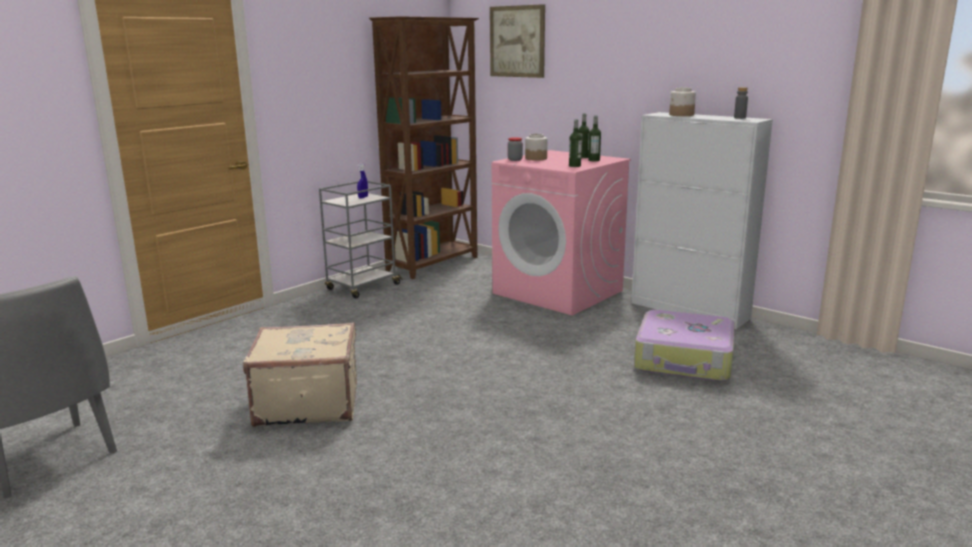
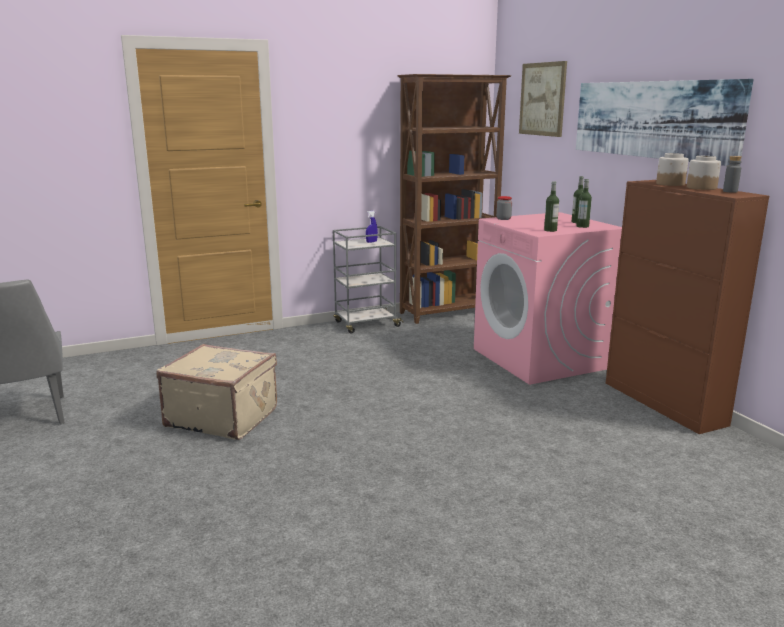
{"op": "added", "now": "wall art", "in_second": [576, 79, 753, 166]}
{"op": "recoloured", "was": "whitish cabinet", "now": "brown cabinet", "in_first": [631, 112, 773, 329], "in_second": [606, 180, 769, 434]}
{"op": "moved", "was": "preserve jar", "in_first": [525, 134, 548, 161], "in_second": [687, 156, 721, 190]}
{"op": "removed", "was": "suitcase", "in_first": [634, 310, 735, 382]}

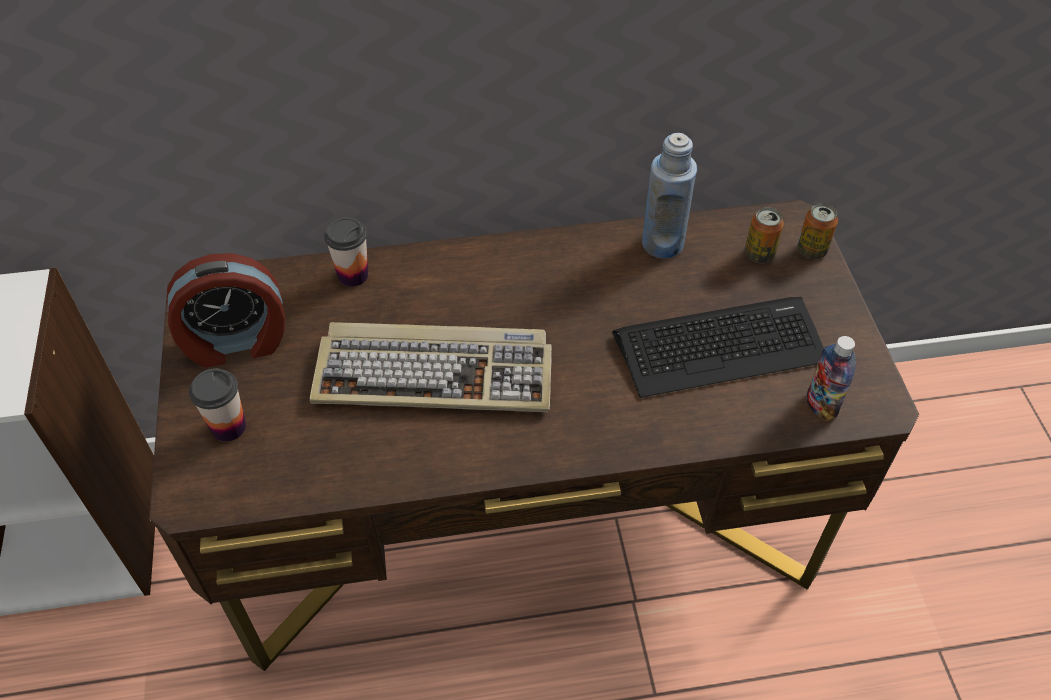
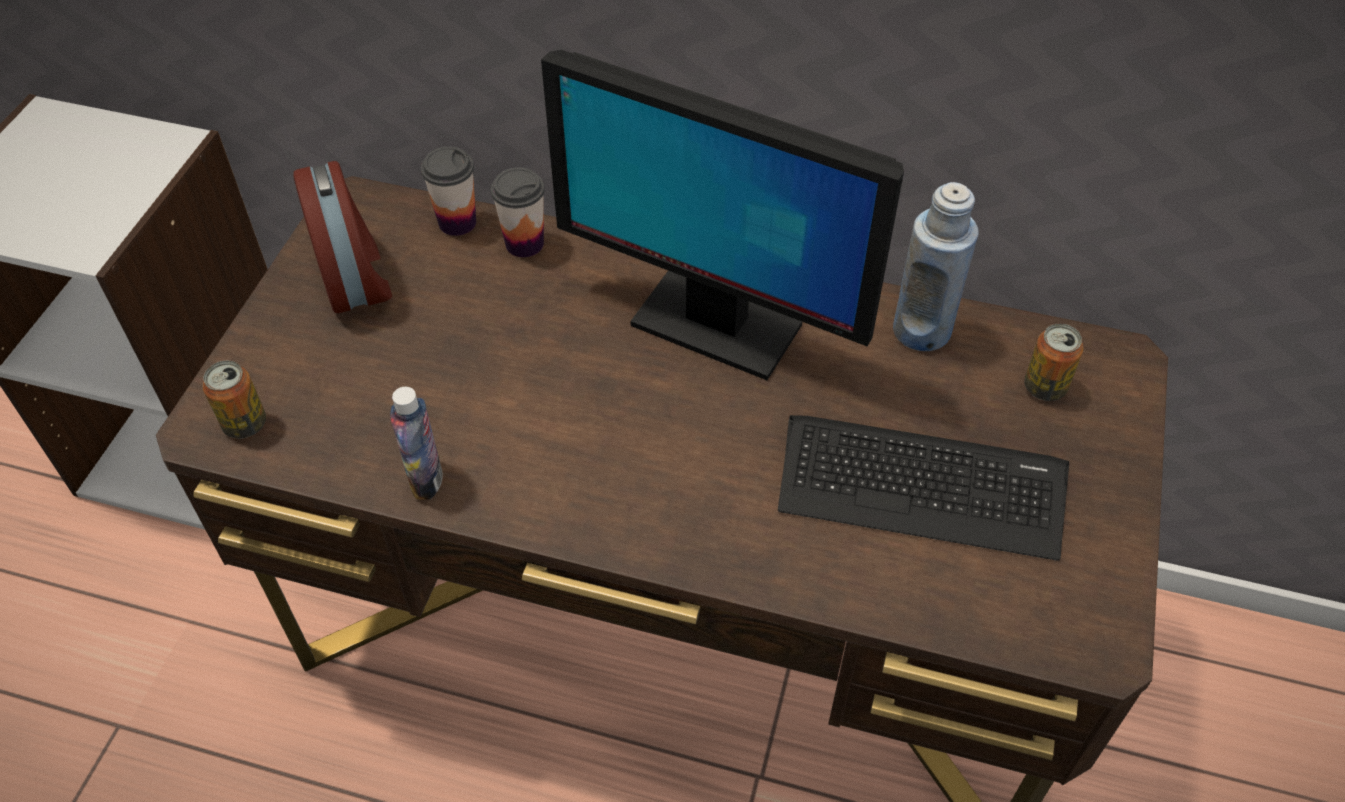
{"op": "moved", "was": "sealed can", "in_first": [797, 203, 838, 259], "in_second": [203, 361, 266, 439]}
{"op": "turned", "was": "bedside clock", "in_first": [167, 253, 285, 368], "in_second": [293, 161, 392, 313], "clockwise": -120}
{"op": "moved", "was": "drink bottle", "in_first": [806, 336, 856, 421], "in_second": [390, 387, 443, 499]}
{"op": "moved", "was": "small cup", "in_first": [189, 368, 246, 442], "in_second": [421, 146, 476, 236]}
{"op": "added", "now": "computer screen", "in_second": [541, 50, 904, 380]}
{"op": "removed", "was": "keyboard", "in_first": [310, 322, 552, 412]}

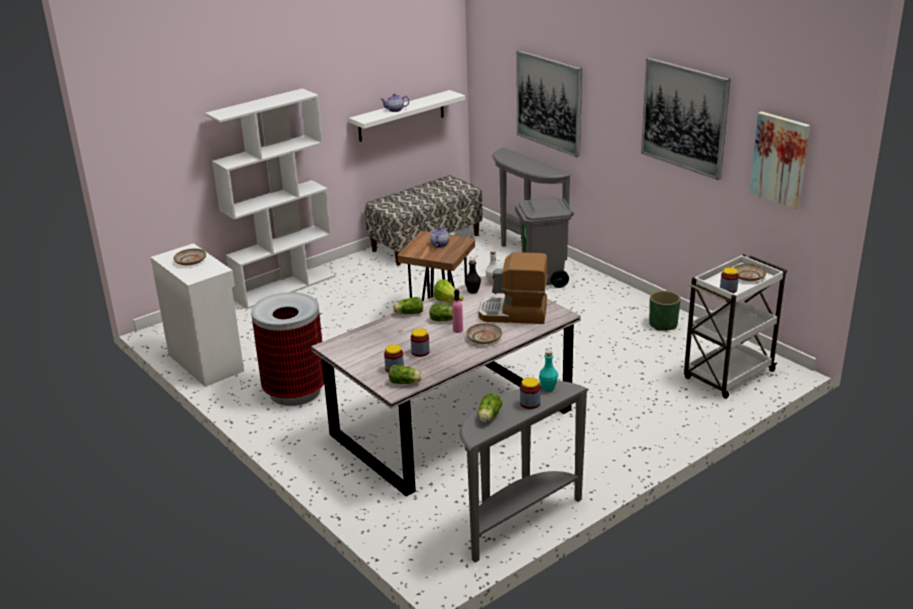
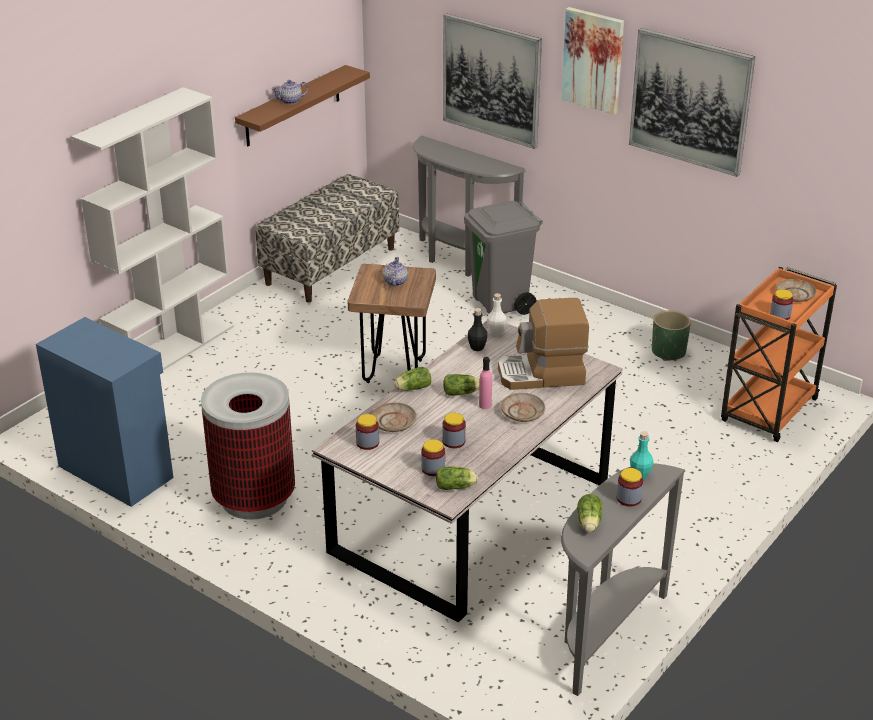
{"op": "recoloured", "was": "whitish cabinet", "now": "blue cabinet", "in_first": [151, 243, 244, 387], "in_second": [36, 317, 173, 507]}
{"op": "recoloured", "was": "whitish shelf", "now": "brown shelf", "in_first": [349, 90, 465, 142], "in_second": [235, 65, 370, 146]}
{"op": "added", "now": "preserve jar", "in_second": [356, 414, 379, 450]}
{"op": "moved", "was": "sand-coloured flat dish", "in_first": [174, 248, 206, 265], "in_second": [372, 402, 417, 432]}
{"op": "moved", "was": "wall art", "in_first": [749, 111, 810, 209], "in_second": [561, 7, 624, 115]}
{"op": "recoloured", "was": "whitish cart", "now": "orange-coloured cart", "in_first": [684, 254, 787, 399], "in_second": [721, 267, 837, 442]}
{"op": "removed", "was": "lettuce head", "in_first": [434, 279, 463, 303]}

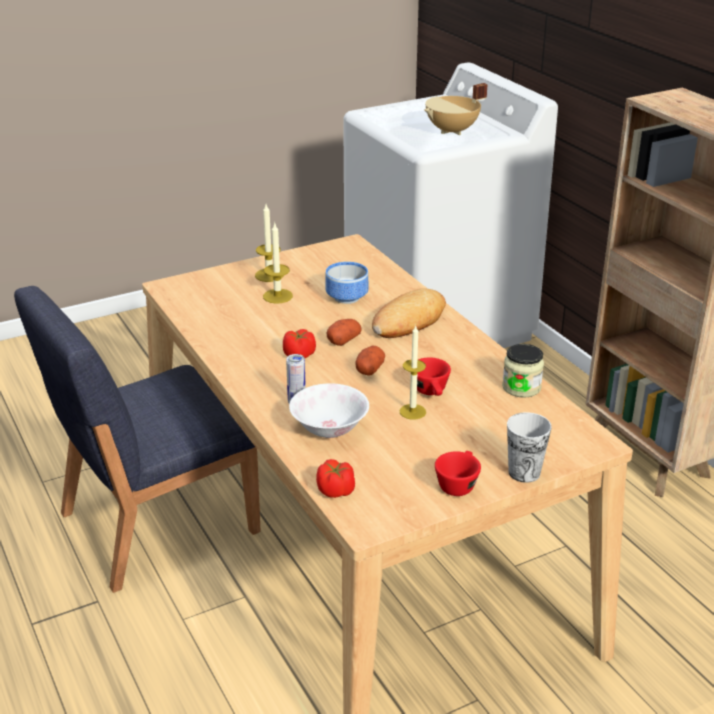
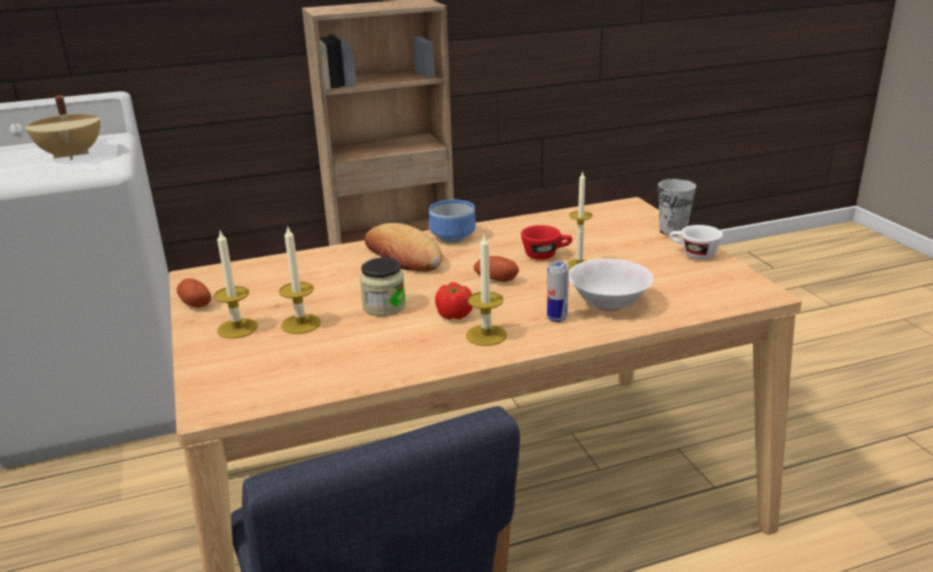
{"op": "moved", "was": "spud", "in_first": [327, 319, 362, 346], "in_second": [177, 278, 211, 308]}
{"op": "moved", "was": "preserve jar", "in_first": [502, 344, 544, 398], "in_second": [360, 258, 406, 316]}
{"op": "moved", "was": "serving bowl", "in_first": [325, 262, 369, 304], "in_second": [429, 200, 476, 243]}
{"op": "added", "now": "candle", "in_second": [466, 235, 507, 346]}
{"op": "recoloured", "was": "red small cup", "now": "whitish small cup", "in_first": [435, 451, 481, 496], "in_second": [669, 225, 723, 260]}
{"op": "removed", "was": "whole tomato", "in_first": [316, 459, 355, 498]}

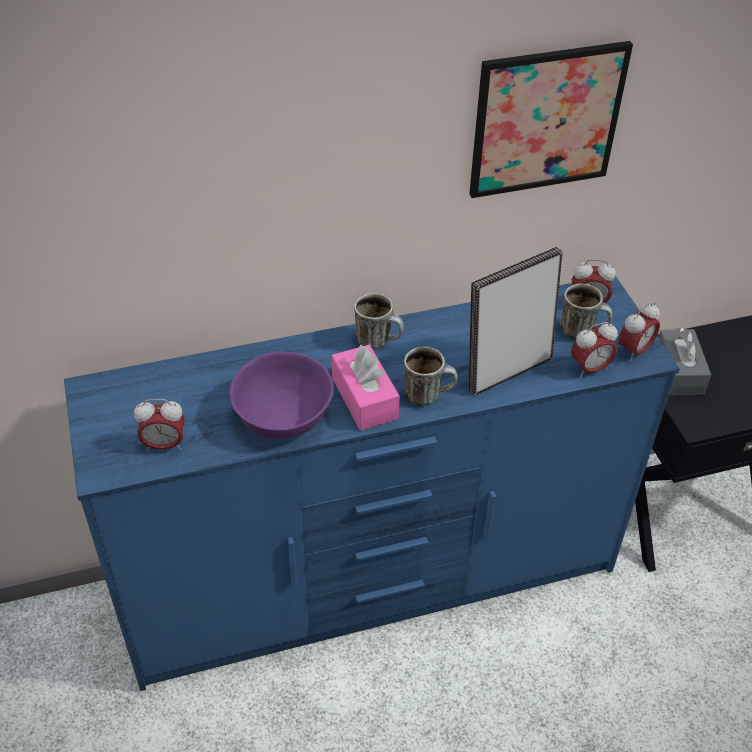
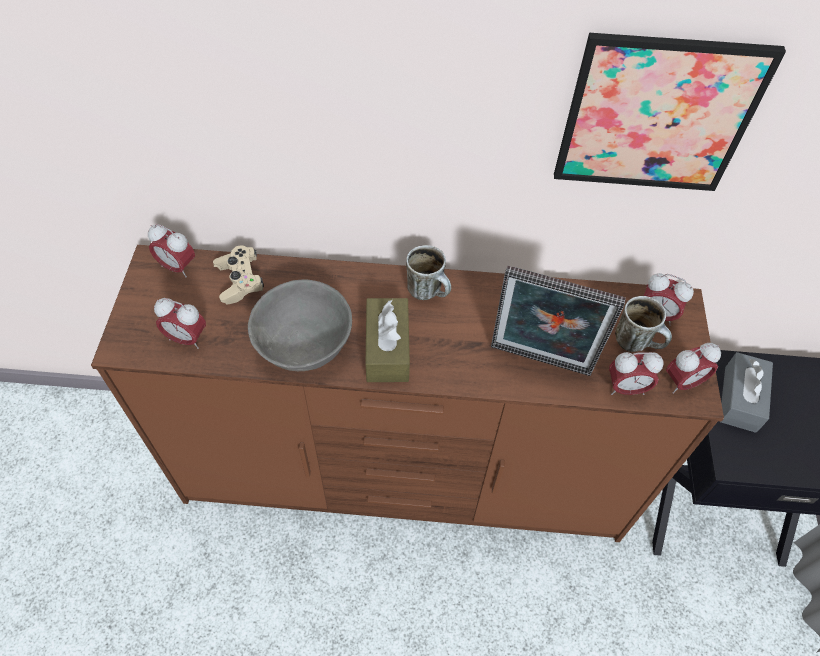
{"op": "recoloured", "was": "blue chest of drawers", "now": "brown chest of drawers", "in_first": [64, 276, 680, 691], "in_second": [91, 245, 724, 542]}
{"op": "added", "now": "bedside clock", "in_second": [148, 224, 195, 277]}
{"op": "added", "now": "sand-coloured joypad", "in_second": [213, 246, 264, 305]}
{"op": "recoloured", "was": "purple-coloured serving bowl", "now": "gray serving bowl", "in_first": [229, 351, 334, 439], "in_second": [248, 279, 352, 371]}
{"op": "recoloured", "was": "pink box of tissues", "now": "brown box of tissues", "in_first": [332, 345, 400, 430], "in_second": [366, 298, 410, 382]}
{"op": "turned", "was": "standing frame", "in_first": [468, 247, 563, 396], "in_second": [491, 266, 626, 376], "clockwise": -150}
{"op": "removed", "was": "mug", "in_first": [404, 346, 458, 406]}

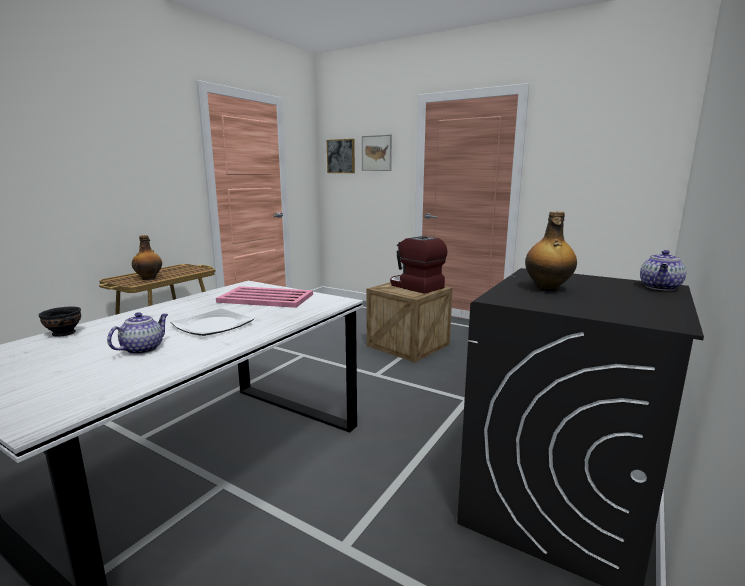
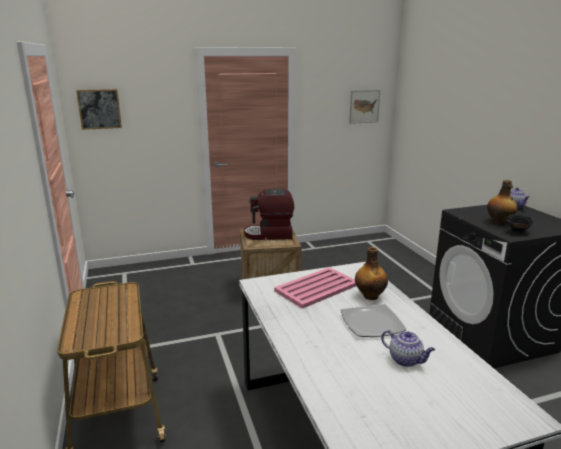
{"op": "moved", "was": "wall art", "in_first": [362, 135, 392, 171], "in_second": [349, 90, 380, 124]}
{"op": "moved", "was": "drink bottle", "in_first": [132, 235, 162, 280], "in_second": [355, 247, 388, 300]}
{"op": "turned", "was": "teapot", "in_first": [107, 312, 168, 354], "in_second": [381, 330, 435, 367], "clockwise": 150}
{"op": "moved", "was": "blackish serving bowl", "in_first": [38, 306, 81, 337], "in_second": [505, 214, 534, 234]}

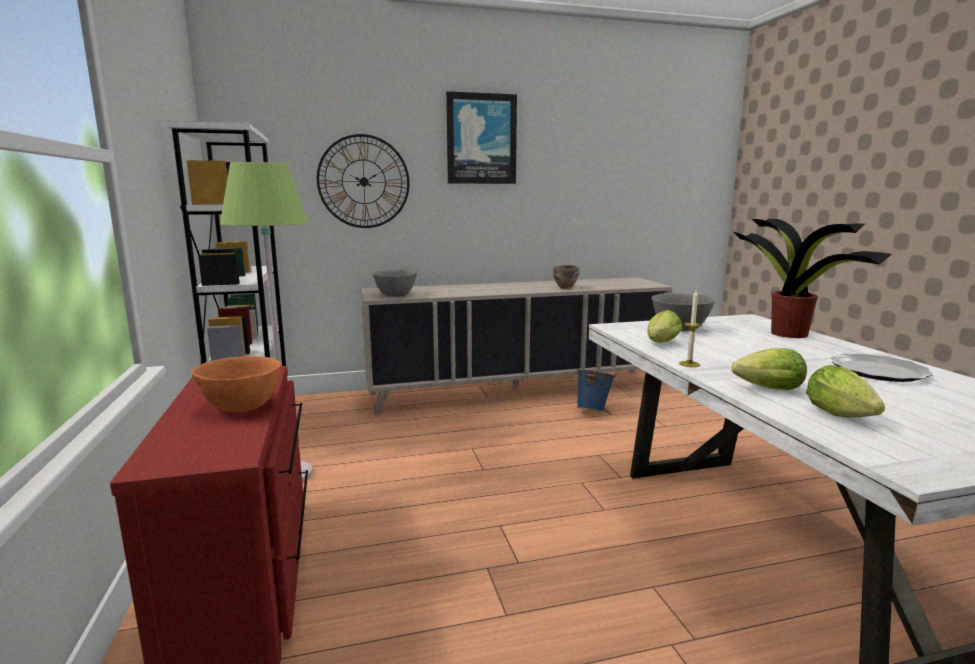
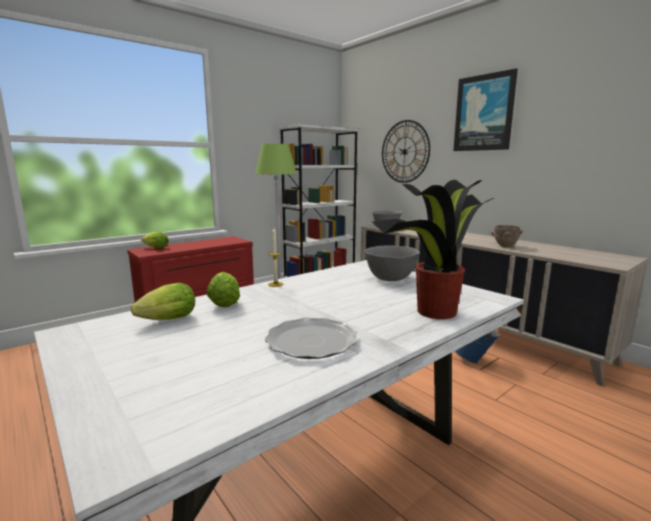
{"op": "moved", "was": "lettuce head", "in_first": [647, 310, 683, 343], "in_second": [141, 232, 169, 248]}
{"op": "removed", "was": "orange-coloured serving bowl", "in_first": [191, 356, 281, 412]}

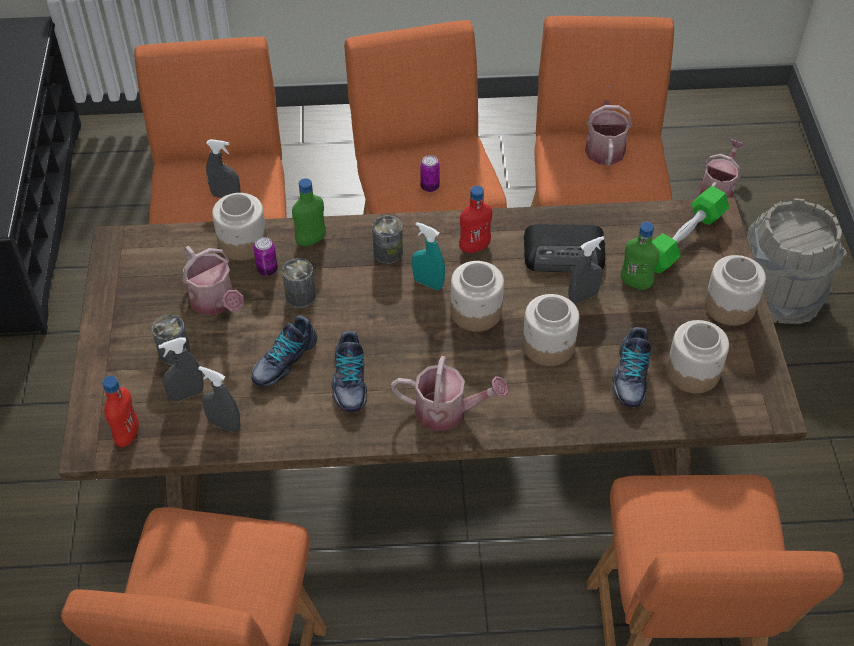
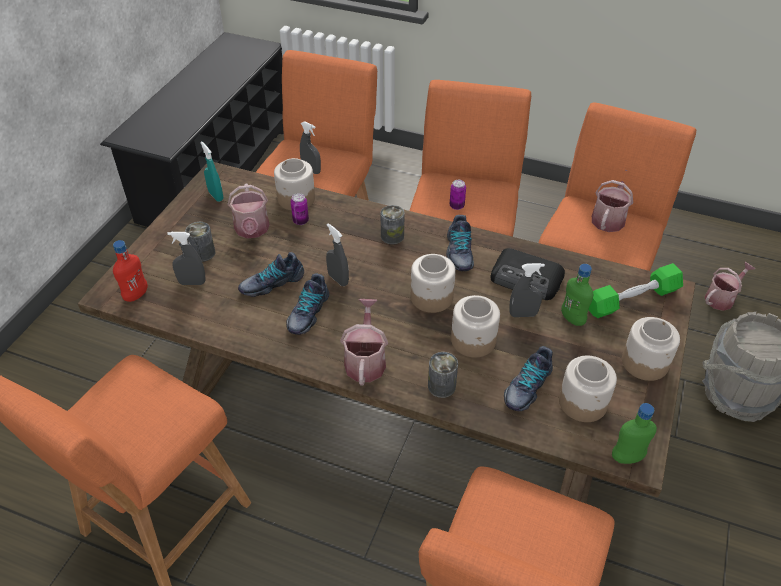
{"op": "moved", "was": "turquoise-coloured sprayer", "in_first": [412, 222, 445, 290], "in_second": [200, 141, 223, 202]}
{"op": "moved", "was": "gray sprayer", "in_first": [198, 366, 240, 432], "in_second": [326, 223, 349, 286]}
{"op": "turned", "was": "watering pot", "in_first": [391, 356, 509, 431], "in_second": [340, 299, 388, 386], "clockwise": -120}
{"op": "moved", "was": "sealed can", "in_first": [282, 258, 316, 308], "in_second": [428, 352, 458, 398]}
{"op": "replaced", "was": "red drink bottle", "now": "shoe", "in_first": [459, 186, 492, 253], "in_second": [446, 215, 474, 271]}
{"op": "moved", "was": "green-coloured drink bottle", "in_first": [292, 178, 326, 247], "in_second": [612, 403, 657, 464]}

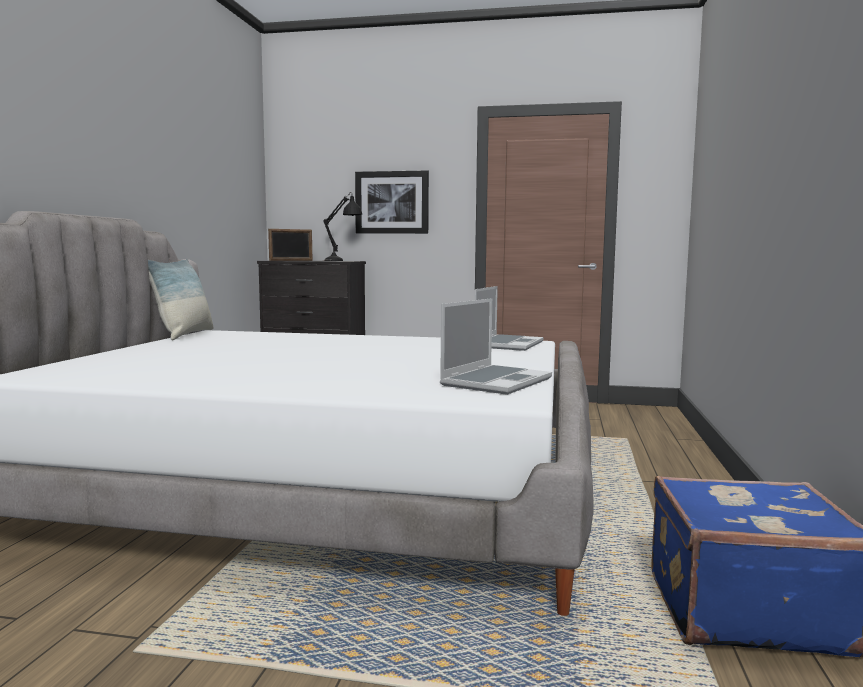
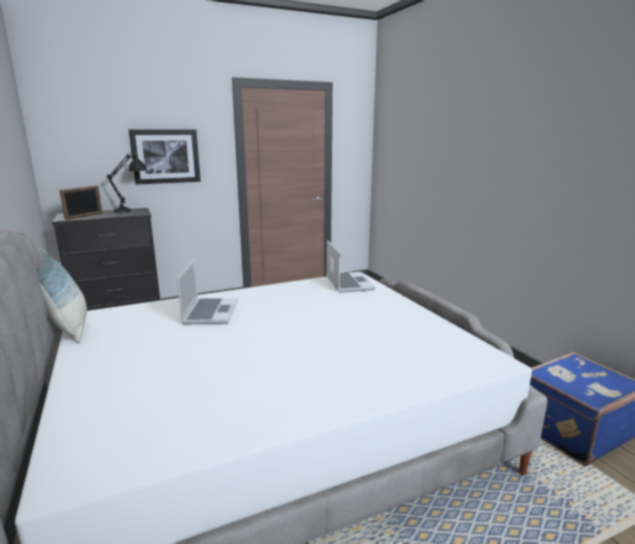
{"op": "moved", "was": "notebook computer", "in_first": [440, 298, 552, 395], "in_second": [177, 260, 238, 324]}

